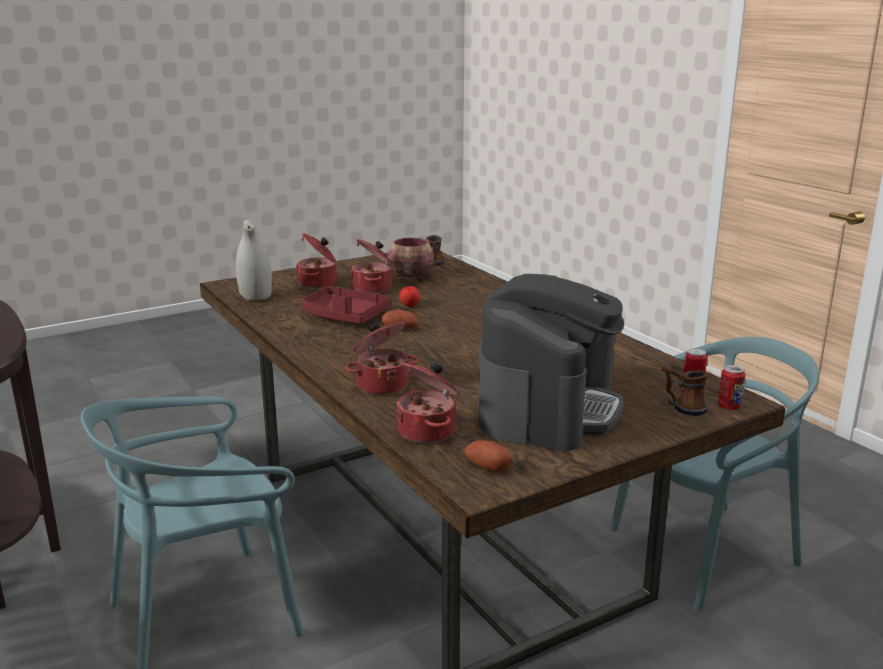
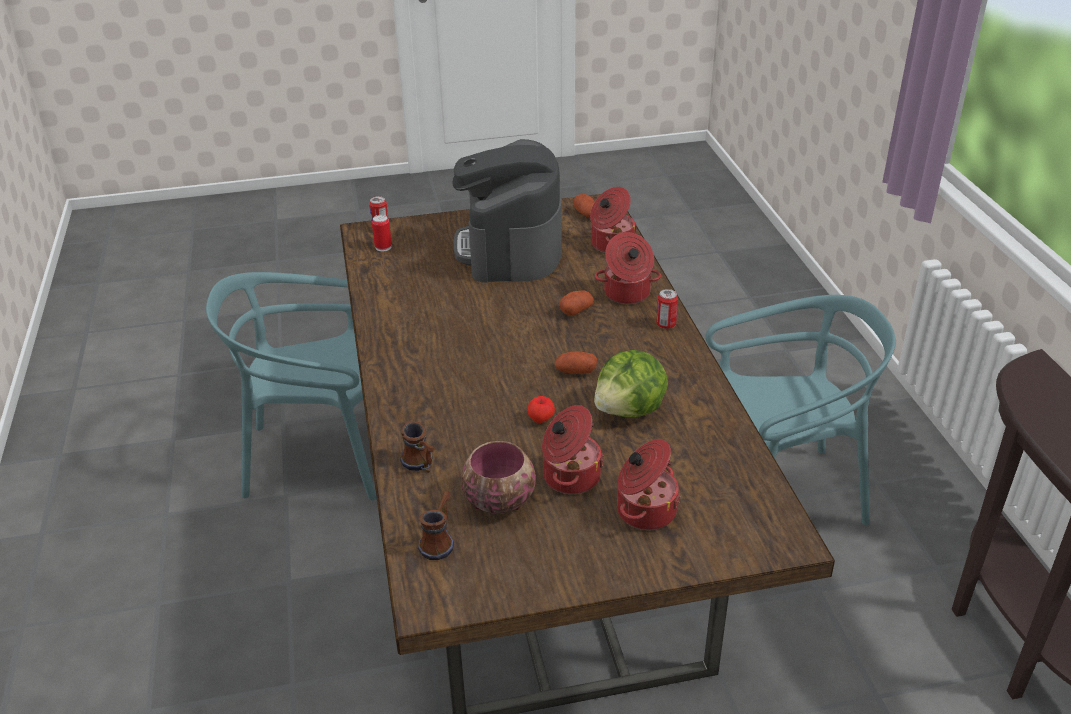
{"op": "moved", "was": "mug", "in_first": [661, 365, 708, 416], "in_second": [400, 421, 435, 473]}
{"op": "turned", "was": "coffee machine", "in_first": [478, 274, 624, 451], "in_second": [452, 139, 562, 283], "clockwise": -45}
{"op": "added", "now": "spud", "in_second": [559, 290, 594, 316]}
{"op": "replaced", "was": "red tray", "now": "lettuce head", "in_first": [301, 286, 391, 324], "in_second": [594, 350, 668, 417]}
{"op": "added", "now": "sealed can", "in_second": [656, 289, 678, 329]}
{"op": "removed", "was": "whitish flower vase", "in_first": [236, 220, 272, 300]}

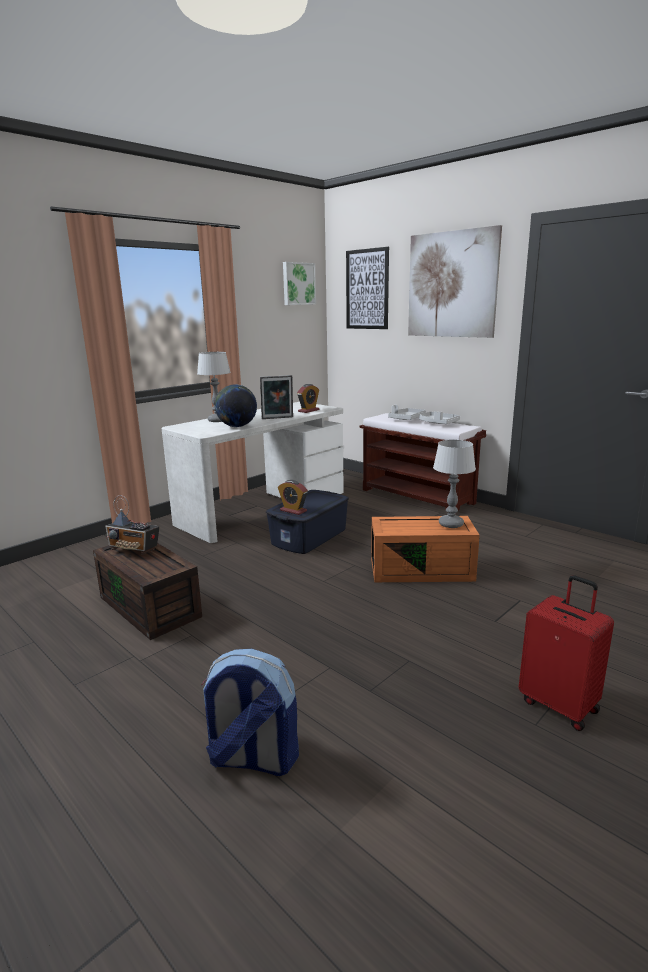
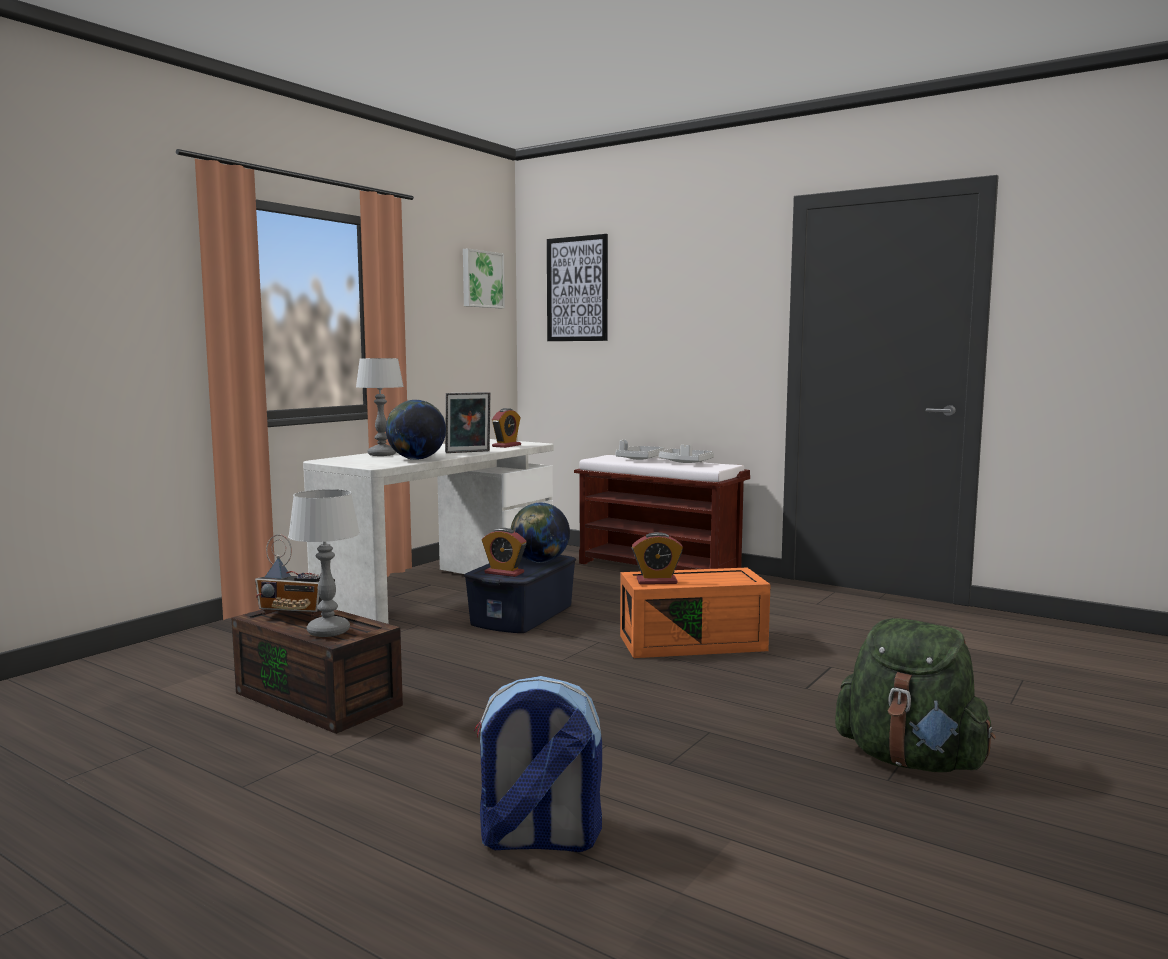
{"op": "moved", "was": "tabletop lamp", "in_first": [433, 440, 476, 528], "in_second": [288, 489, 360, 637]}
{"op": "added", "now": "globe", "in_second": [511, 502, 570, 563]}
{"op": "added", "now": "bedside clock", "in_second": [632, 532, 683, 584]}
{"op": "replaced", "was": "red suitcase", "now": "green-coloured backpack", "in_first": [519, 575, 614, 731], "in_second": [835, 618, 996, 772]}
{"op": "removed", "was": "wall art", "in_first": [408, 225, 502, 338]}

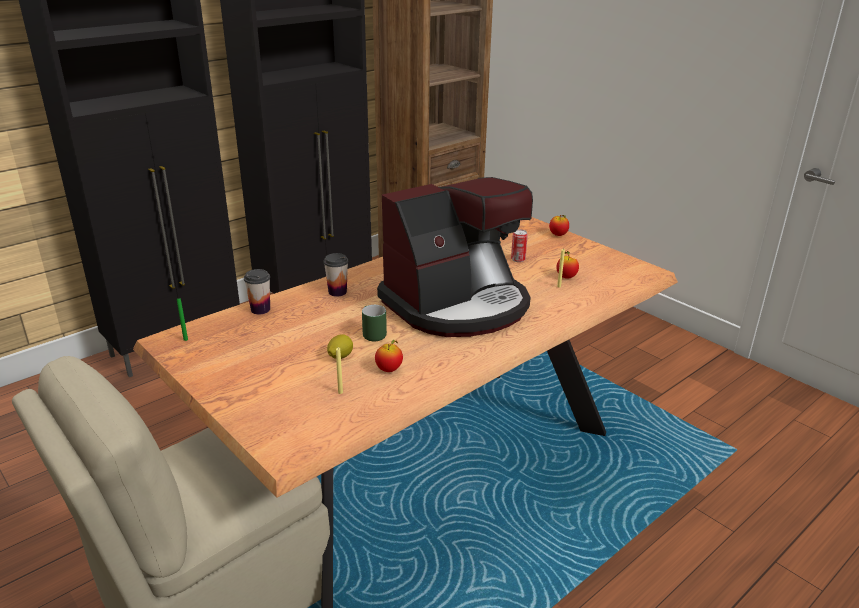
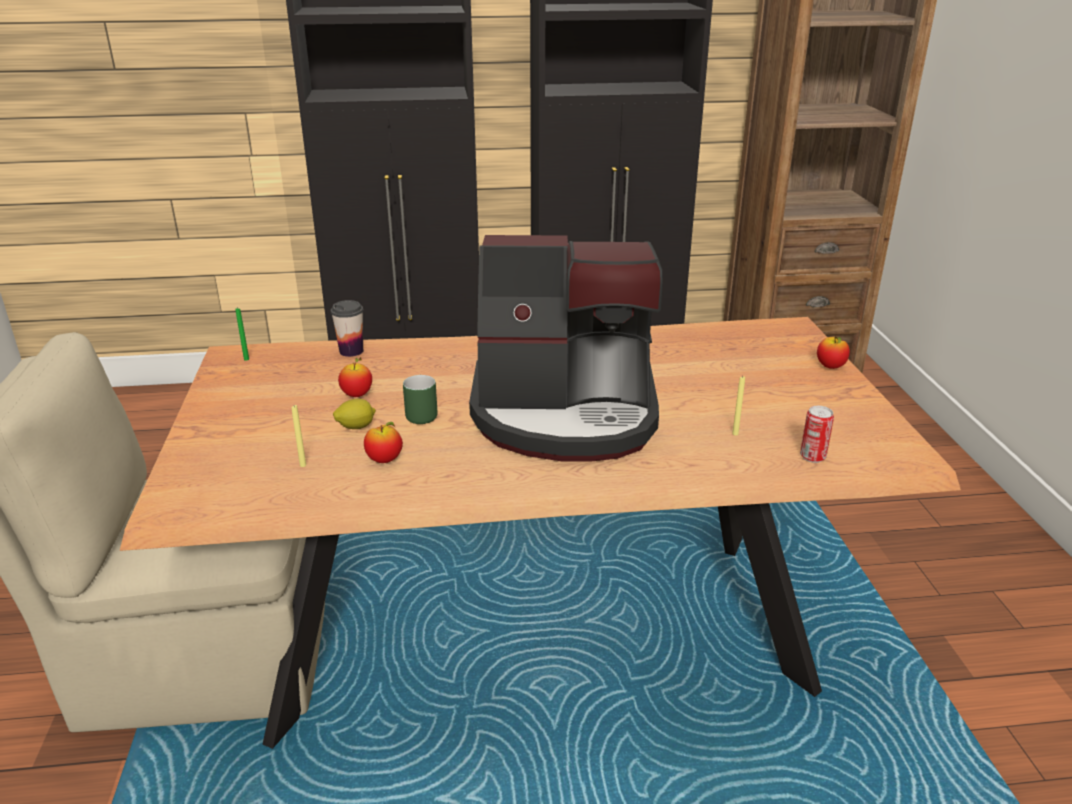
{"op": "moved", "was": "apple fruit", "in_first": [556, 251, 579, 279], "in_second": [338, 357, 372, 397]}
{"op": "moved", "was": "sealed can", "in_first": [511, 229, 528, 262], "in_second": [800, 406, 834, 463]}
{"op": "removed", "was": "small cup", "in_first": [324, 253, 348, 297]}

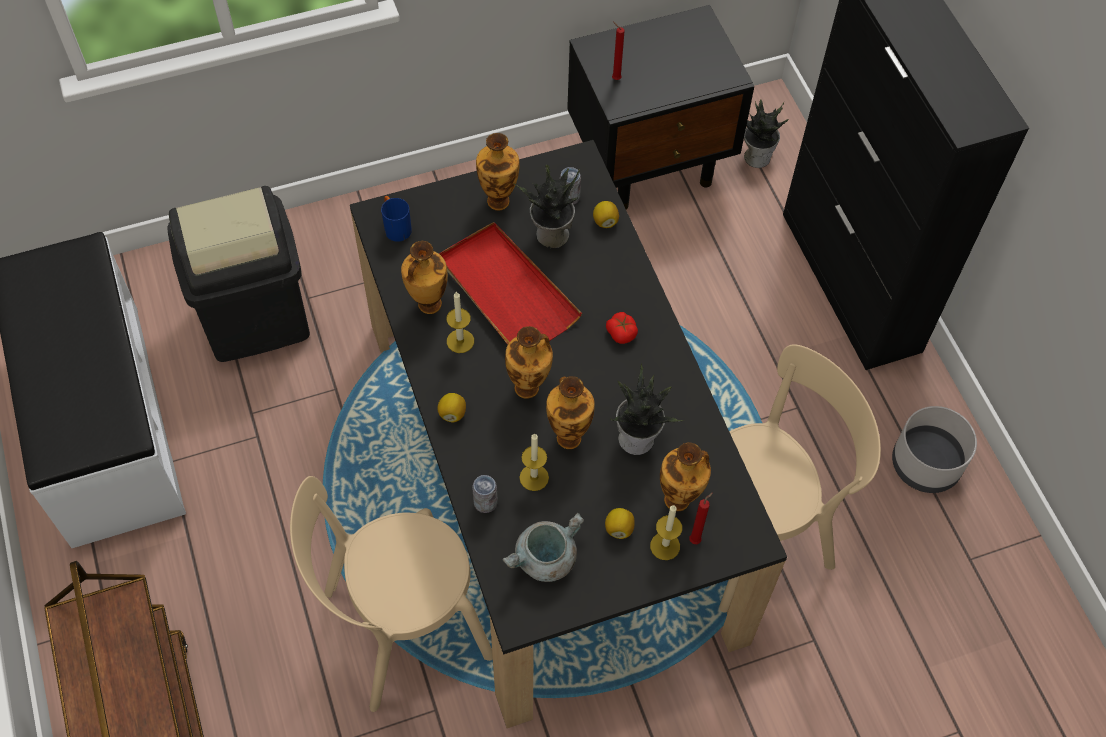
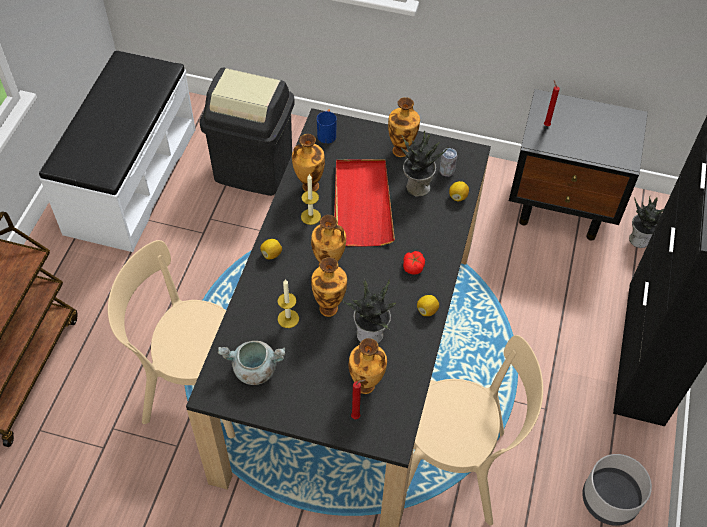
{"op": "moved", "was": "whole lemon", "in_first": [605, 508, 635, 539], "in_second": [417, 295, 439, 316]}
{"op": "removed", "was": "sealed can", "in_first": [472, 475, 498, 513]}
{"op": "removed", "was": "candle", "in_first": [650, 505, 682, 560]}

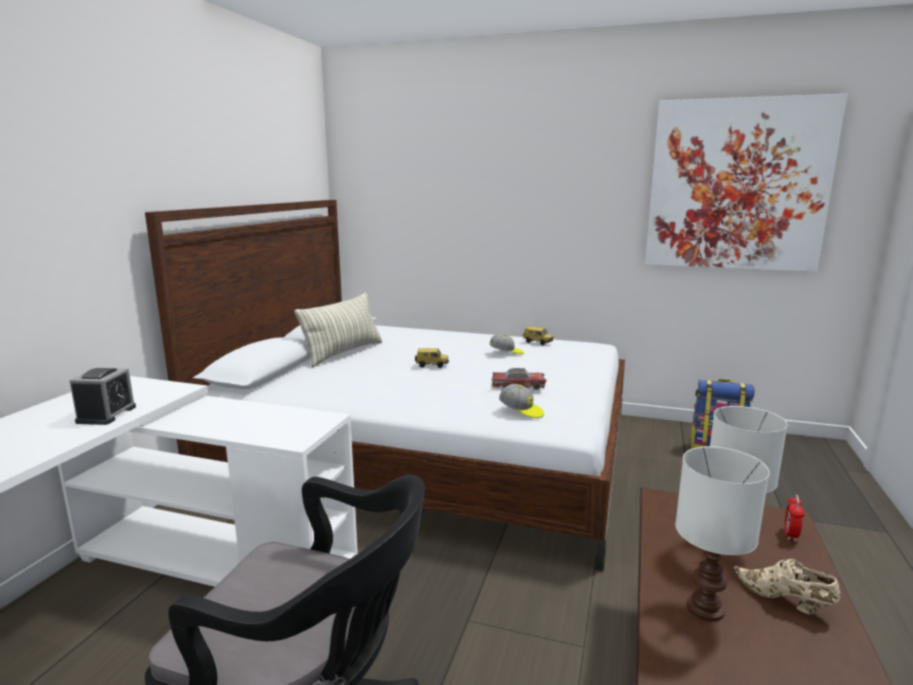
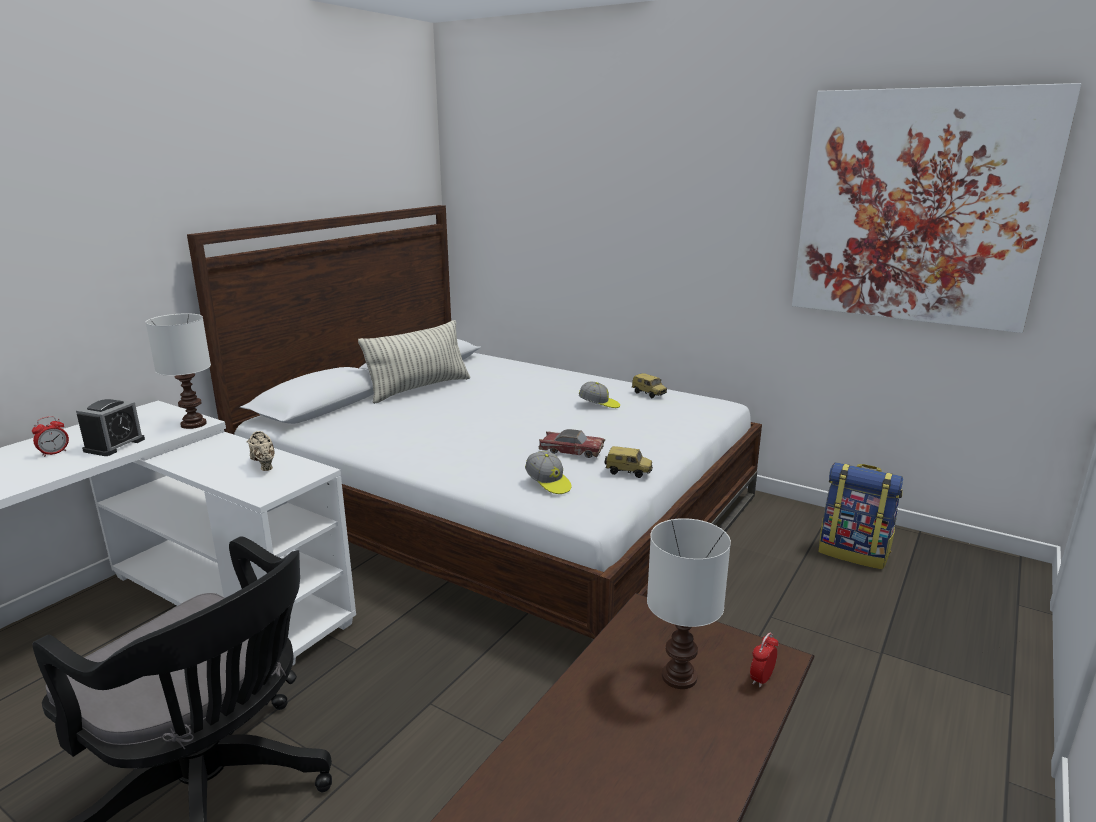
{"op": "added", "now": "bedside clock", "in_second": [32, 416, 69, 457]}
{"op": "moved", "was": "whitish tabletop lamp", "in_first": [675, 446, 770, 622], "in_second": [146, 313, 211, 429]}
{"op": "moved", "was": "sand-coloured shoe", "in_first": [734, 559, 840, 614], "in_second": [246, 431, 275, 471]}
{"op": "moved", "was": "miniature car", "in_first": [415, 348, 449, 368], "in_second": [605, 446, 653, 478]}

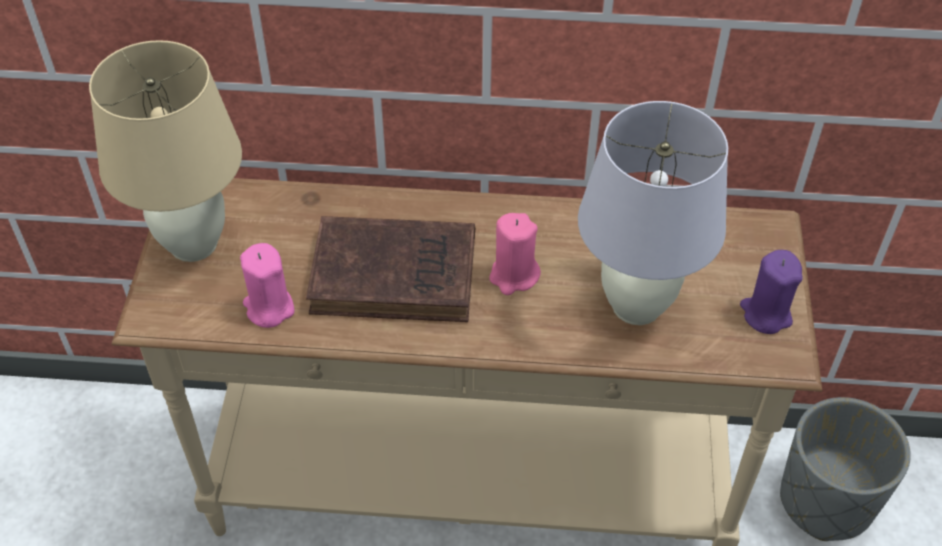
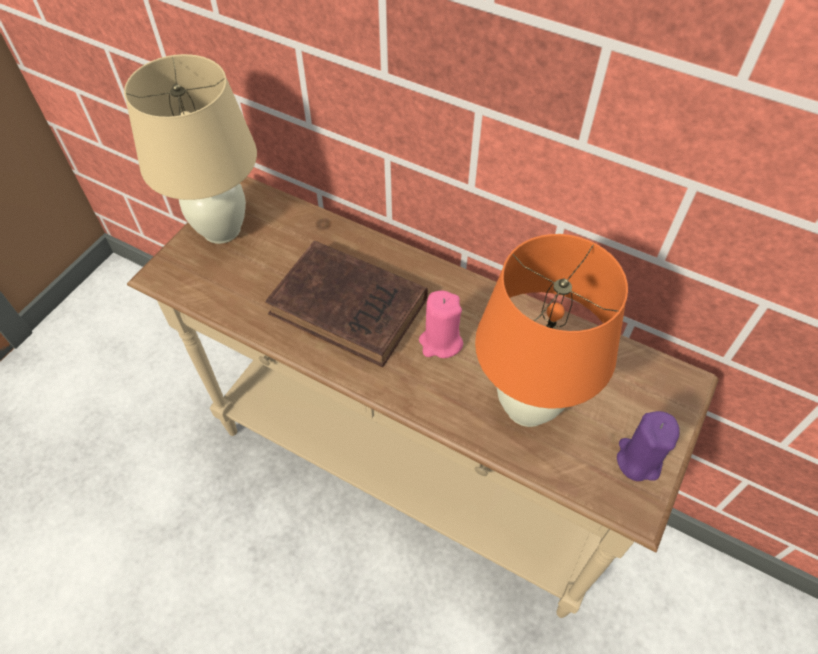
{"op": "recoloured", "was": "whitish tabletop lamp", "now": "orange-coloured tabletop lamp", "in_first": [578, 101, 728, 325], "in_second": [475, 234, 628, 427]}
{"op": "removed", "was": "pink candle", "in_first": [240, 243, 295, 328]}
{"op": "removed", "was": "gray flower pot", "in_first": [780, 397, 911, 541]}

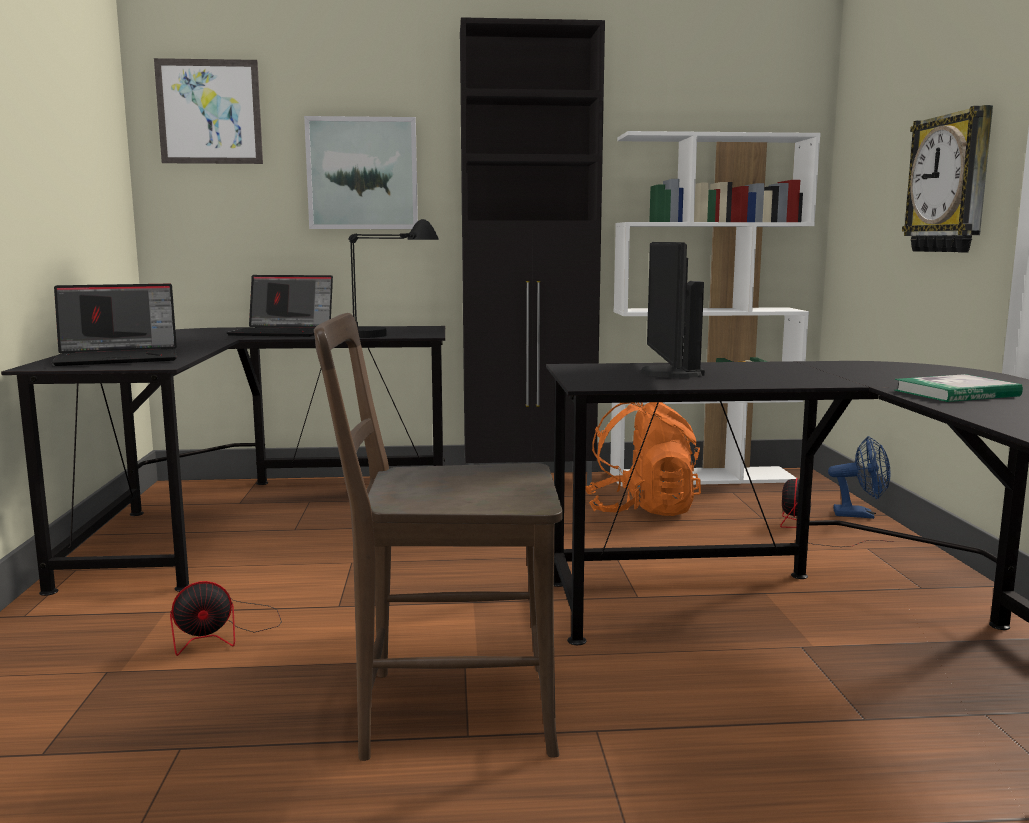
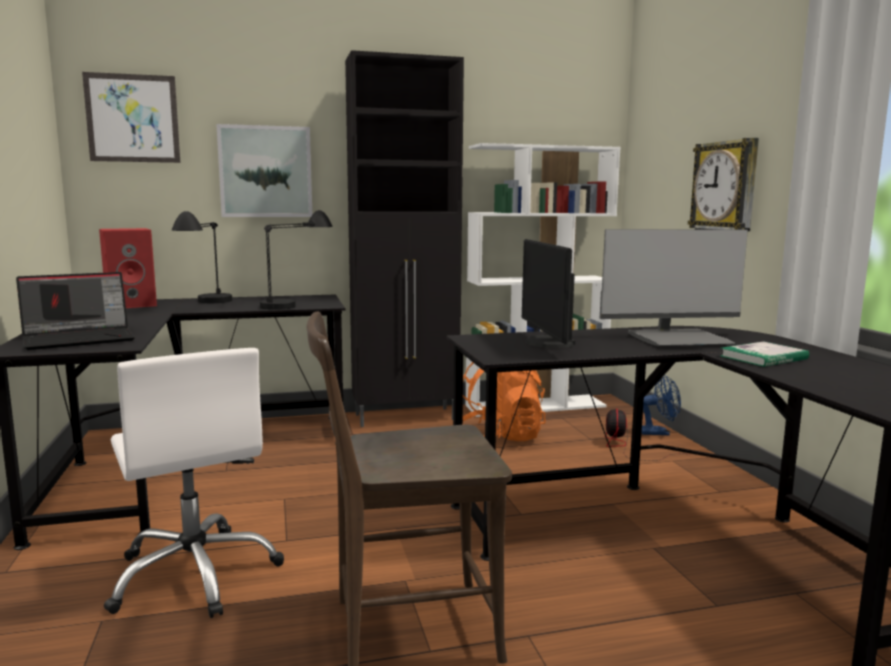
{"op": "added", "now": "red audio speaker", "in_second": [99, 228, 157, 308]}
{"op": "replaced", "was": "electric fan", "now": "whitish desk chair", "in_first": [170, 581, 282, 656], "in_second": [104, 348, 284, 618]}
{"op": "replaced", "was": "notebook computer", "now": "blackish tabletop lamp", "in_first": [226, 275, 333, 337], "in_second": [172, 211, 232, 303]}
{"op": "added", "now": "computer screen", "in_second": [600, 229, 748, 346]}

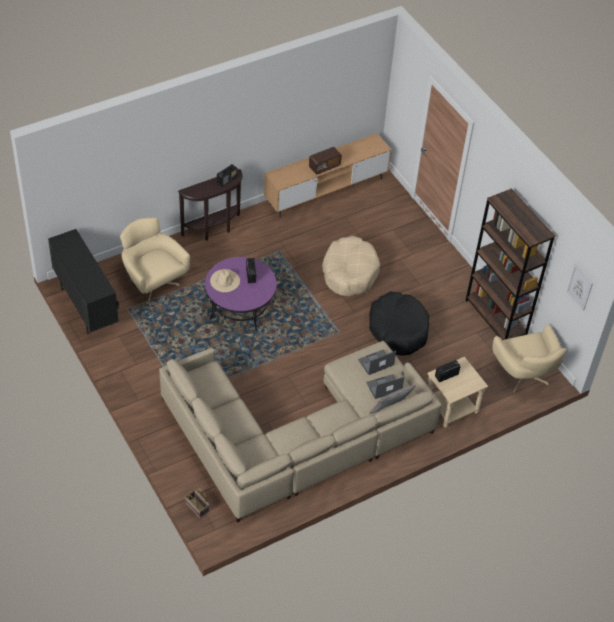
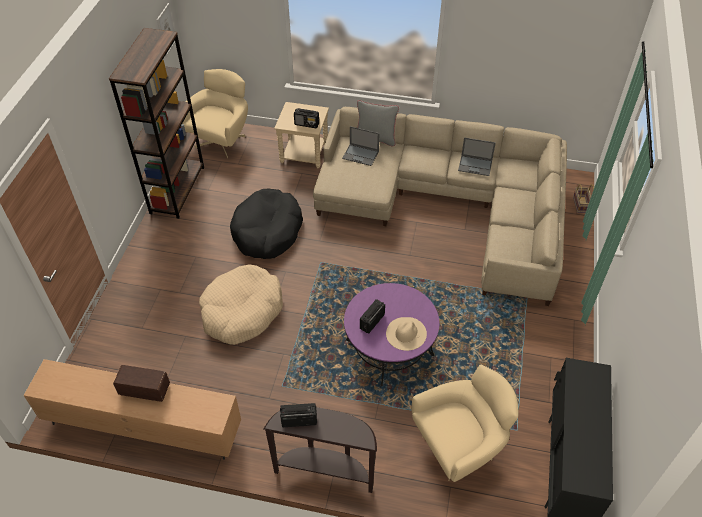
{"op": "turned", "was": "sand-coloured lounge chair", "in_first": [120, 217, 190, 300], "in_second": [412, 365, 519, 482], "clockwise": -120}
{"op": "moved", "was": "notebook computer", "in_first": [358, 350, 396, 375], "in_second": [458, 137, 496, 176]}

